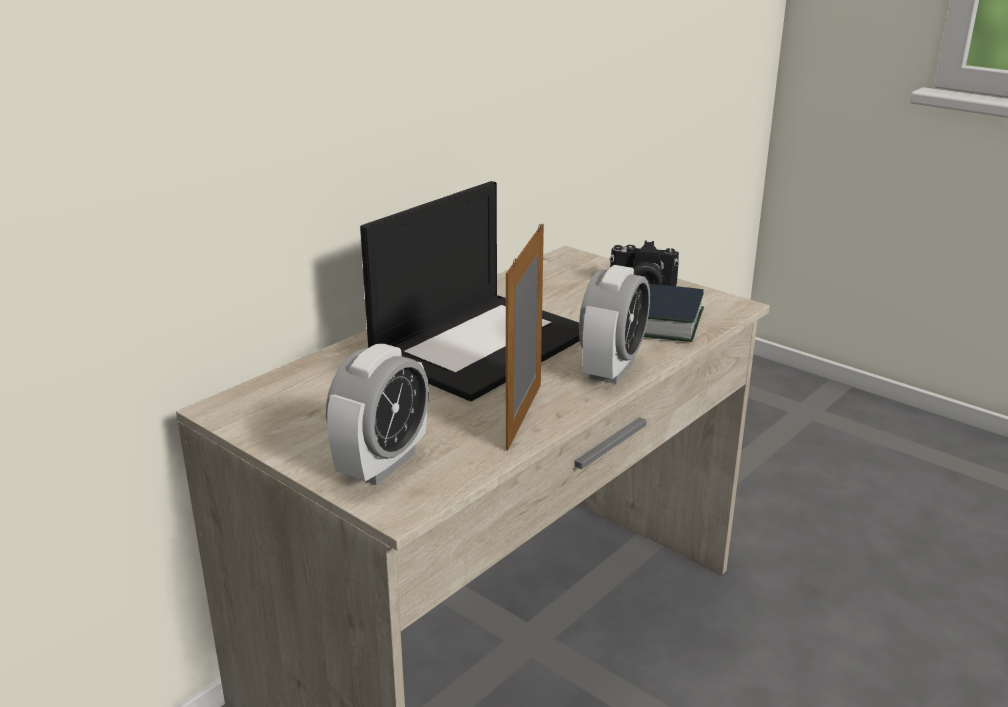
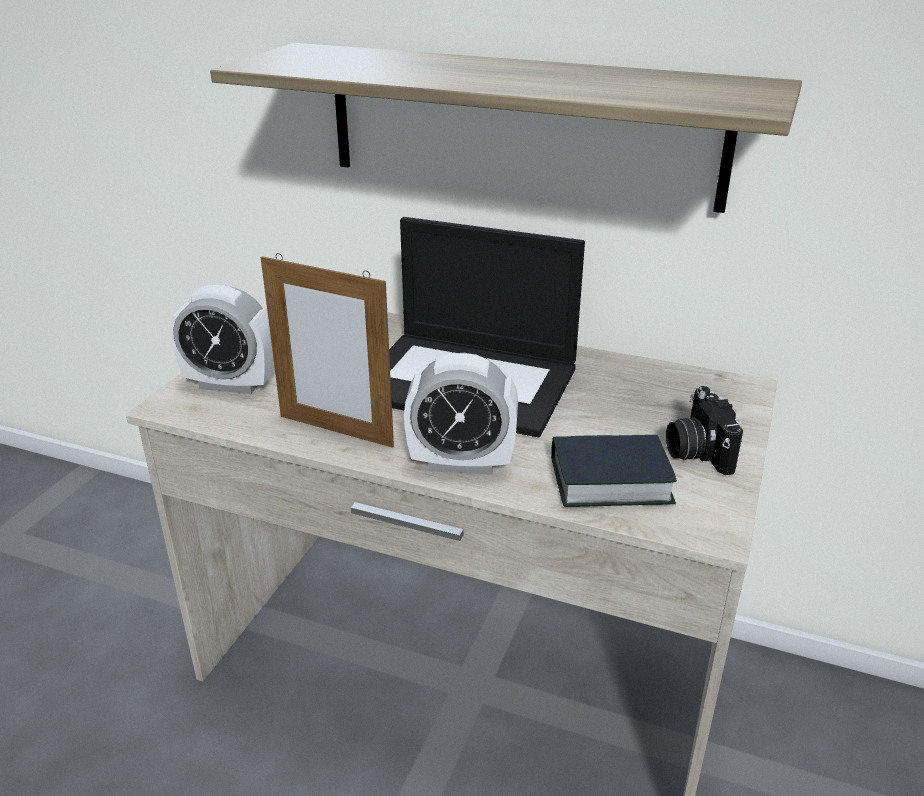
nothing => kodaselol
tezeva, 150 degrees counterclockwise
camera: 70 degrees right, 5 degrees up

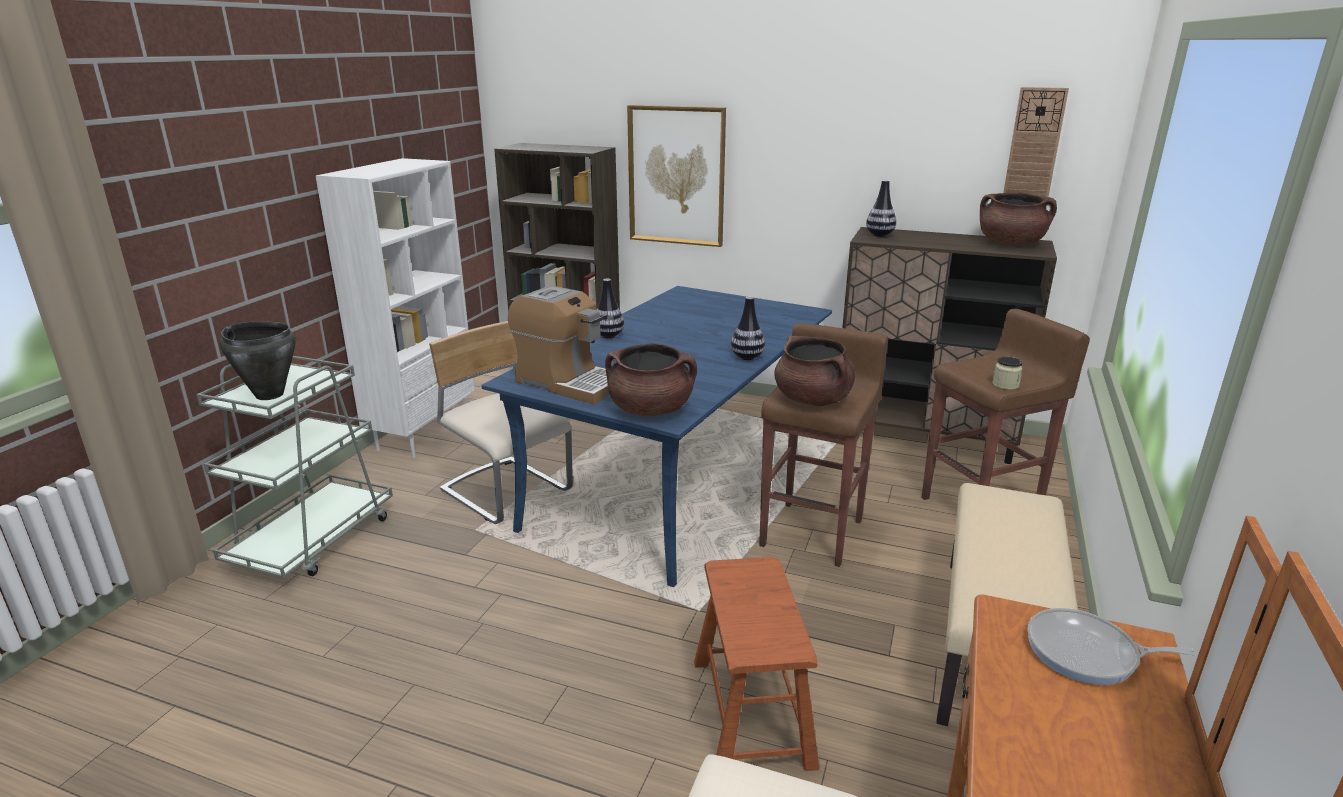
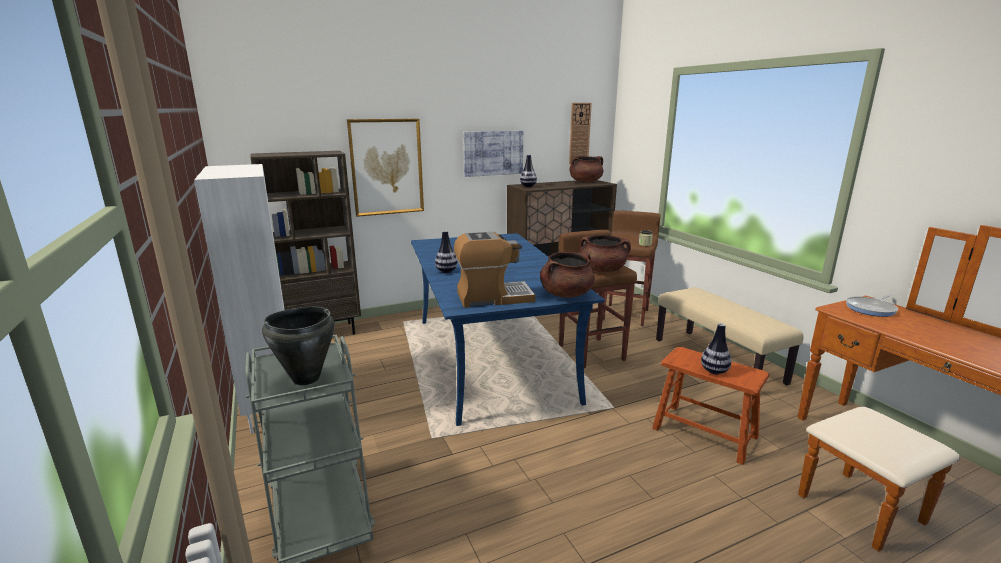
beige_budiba => nothing
nothing => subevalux (2nd from left)
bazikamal (2nd from left in the first image) => bazikamal (3rd from left), move
camera: 45 degrees left, 5 degrees down

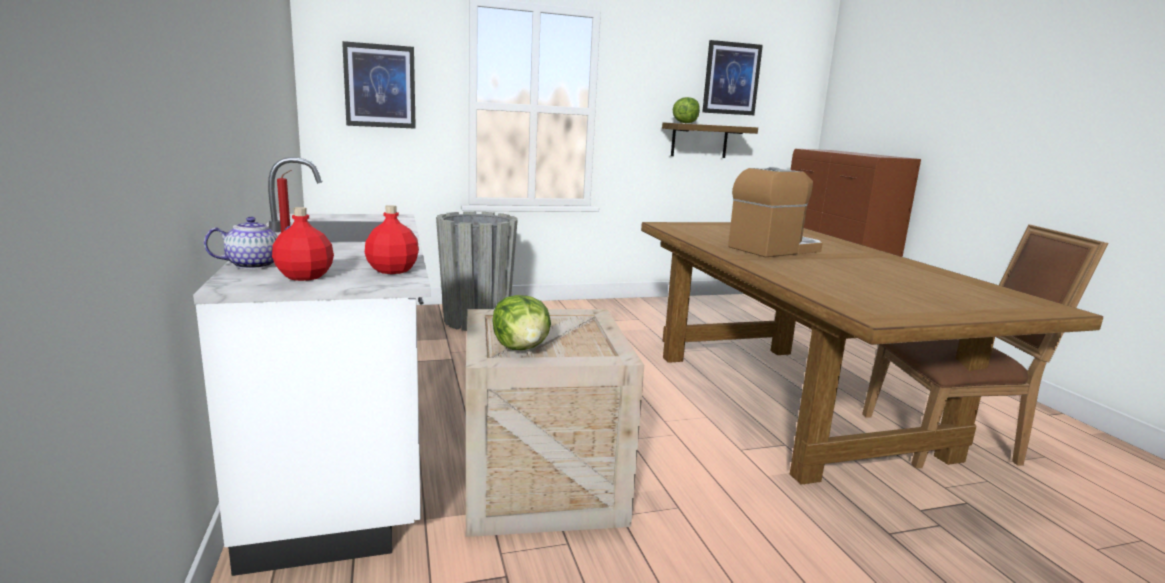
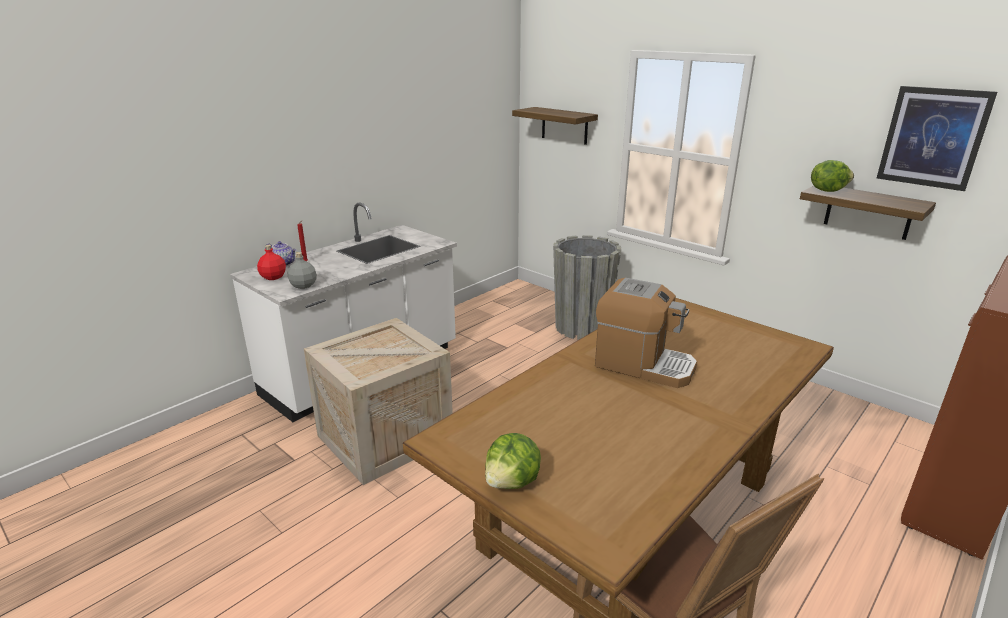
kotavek (1st from left), move
subevalux (1st from left) => kodaselol (1st from left)
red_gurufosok (2nd from left) => grey_gurufosok
camera: 60 degrees right, 10 degrees up

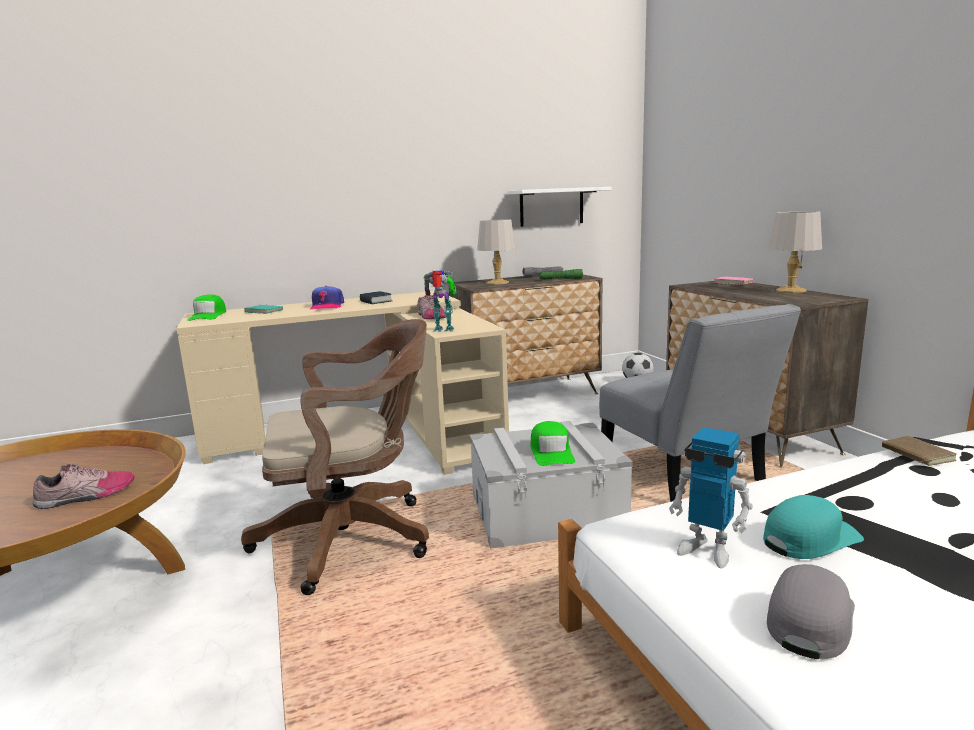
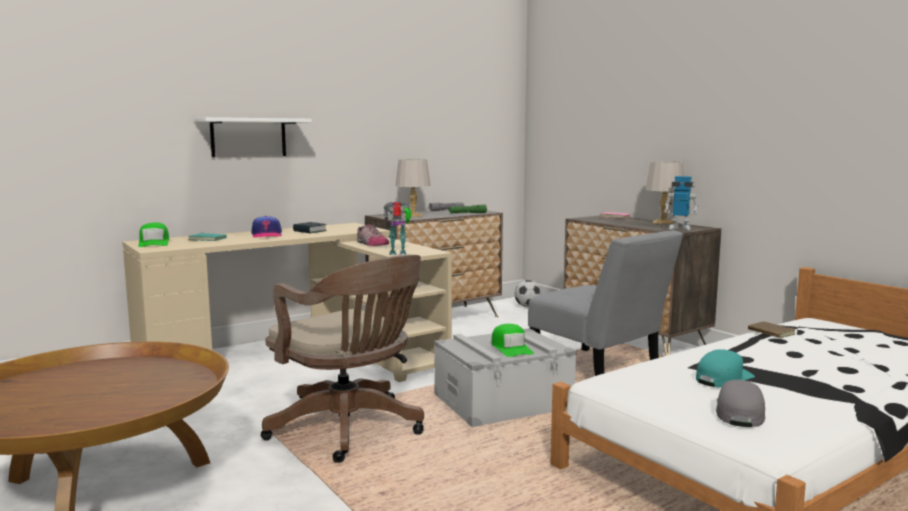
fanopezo (1st from left) => nothing
white_kodaselol, move
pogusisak (2nd from left), move
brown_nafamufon, 75 degrees clockwise
camera: 15 degrees left, 5 degrees down

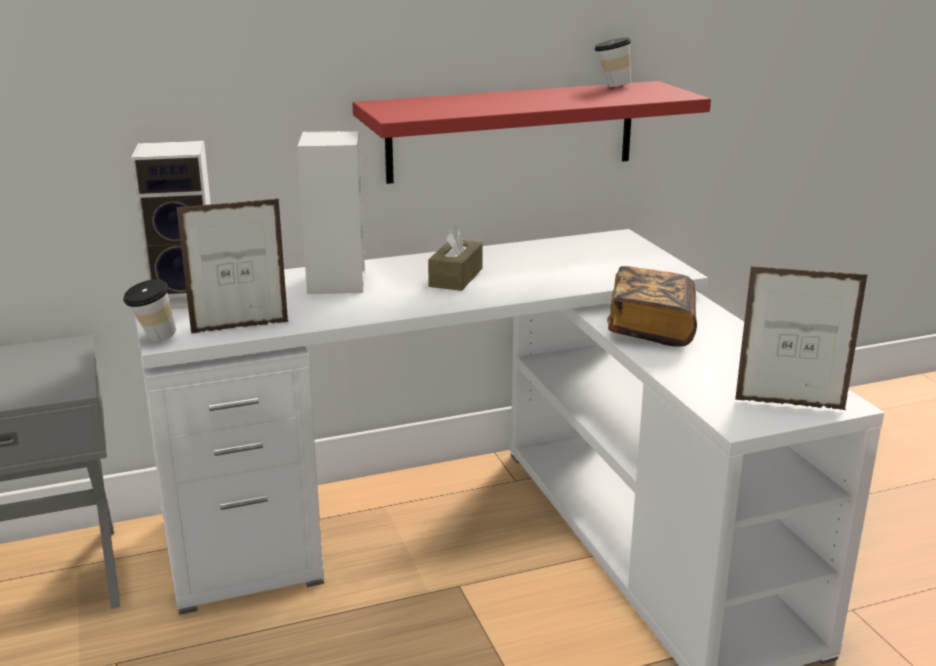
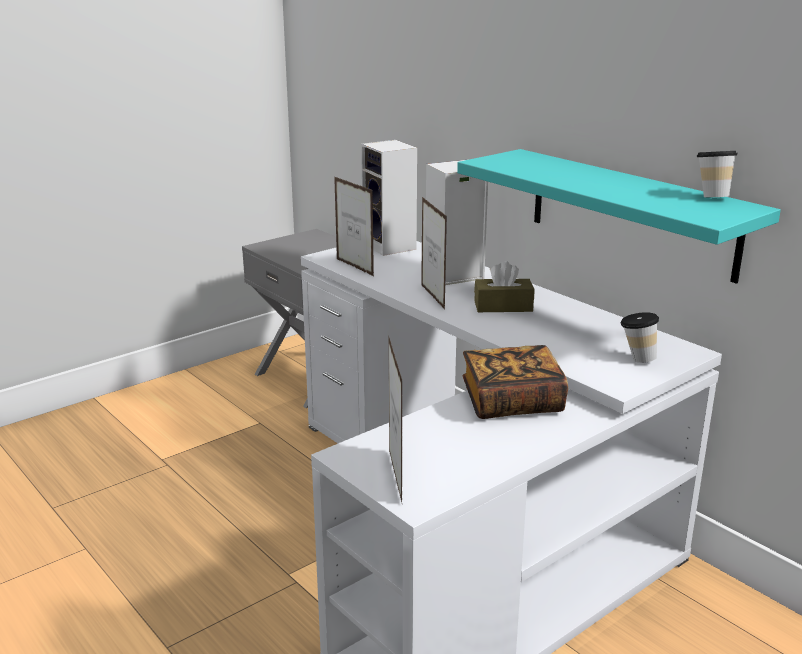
nothing => tezeva (3rd from left)
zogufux (1st from left), move
red_kodaselol => turquoise_kodaselol
camera: 70 degrees right, 0 degrees up

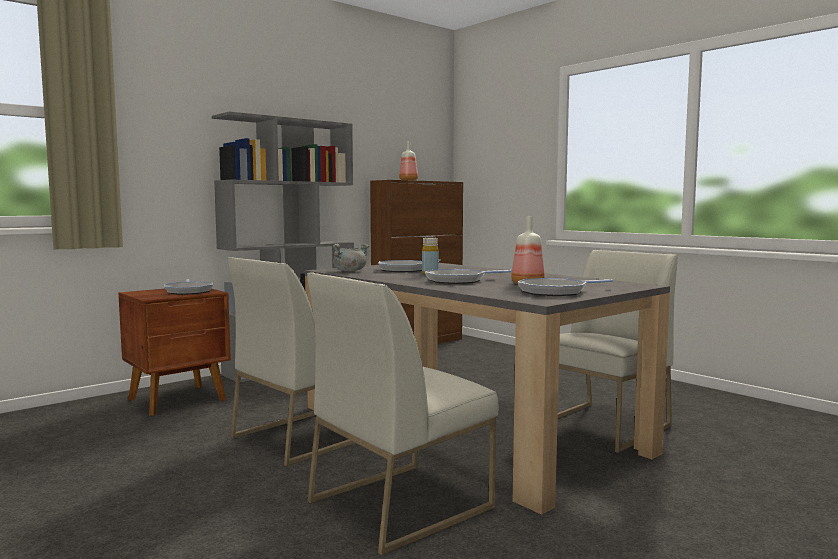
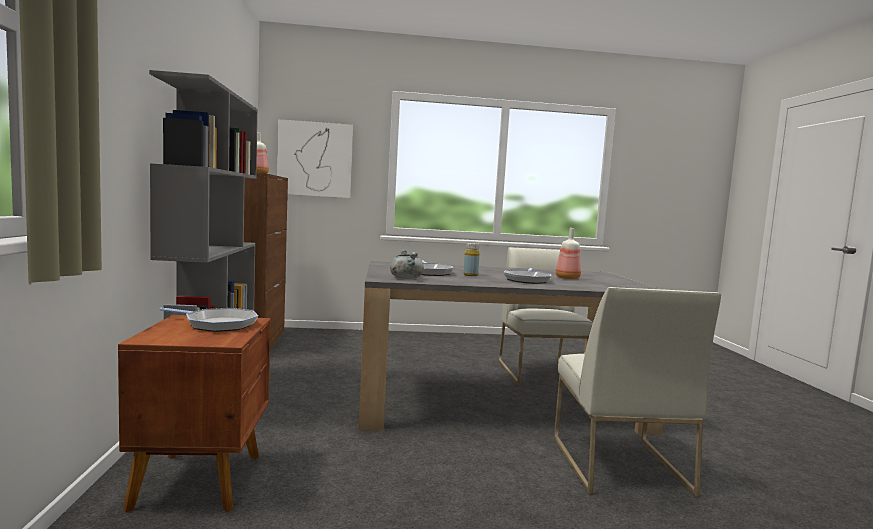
white_budiba (1st from left) => nothing
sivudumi (4th from left) => nothing
nothing => subevalux
camera: 55 degrees left, 0 degrees up

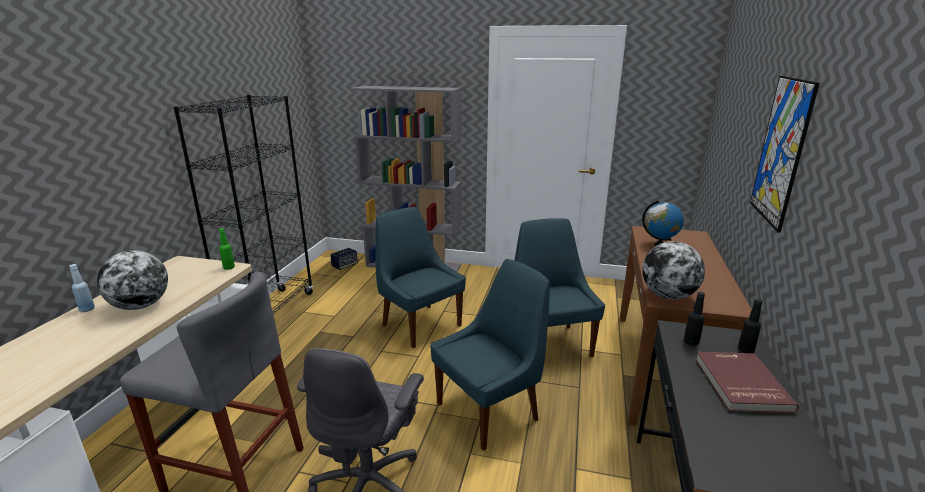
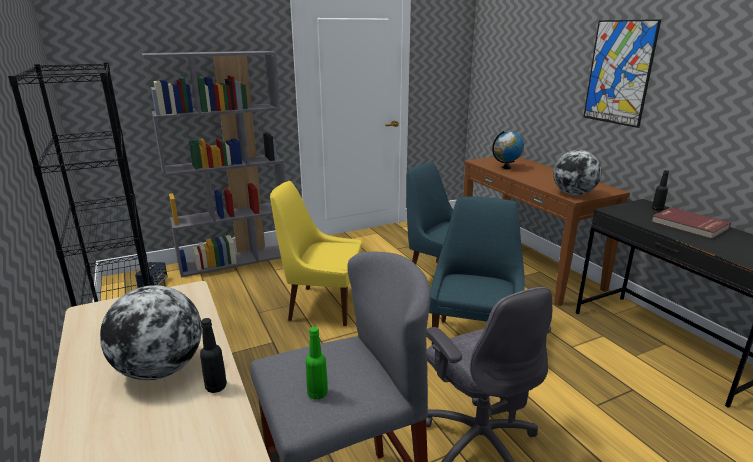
blue_gurufosok => nothing
green_gurufosok, move
black_gurufosok (1st from left), move
blue_budiba (1st from left) => yellow_budiba
camera: 40 degrees left, 0 degrees up

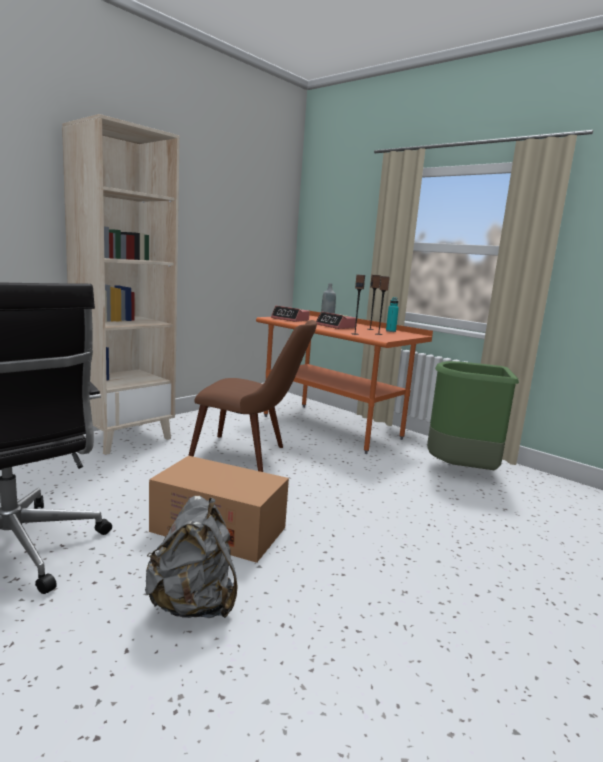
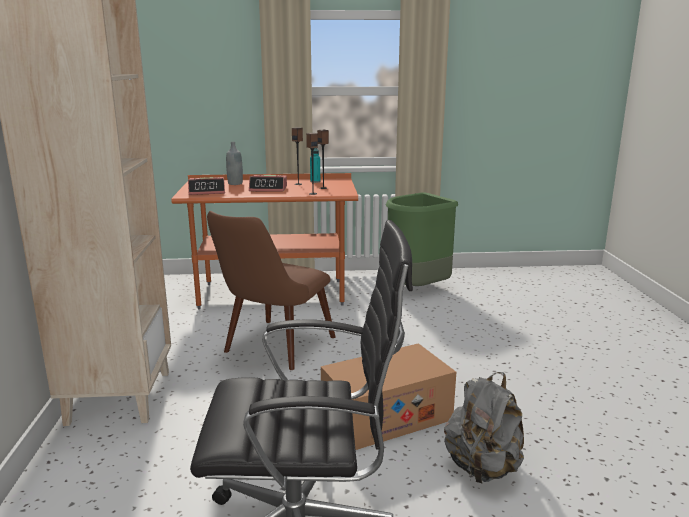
brown_budiba, 150 degrees clockwise
camera: 45 degrees left, 5 degrees up

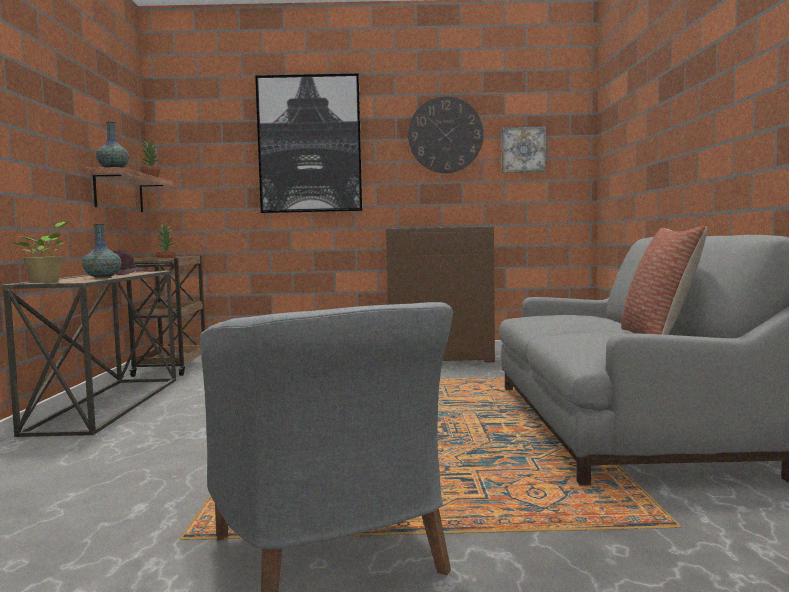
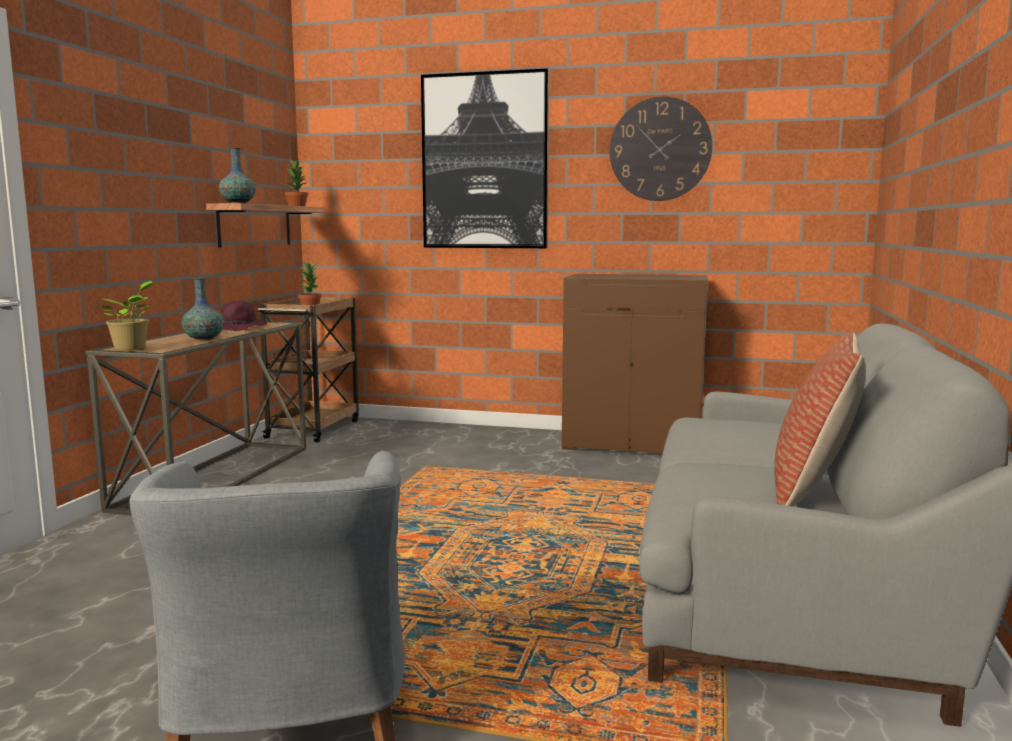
subevalux (2nd from left) => nothing
camera: 15 degrees right, 5 degrees up

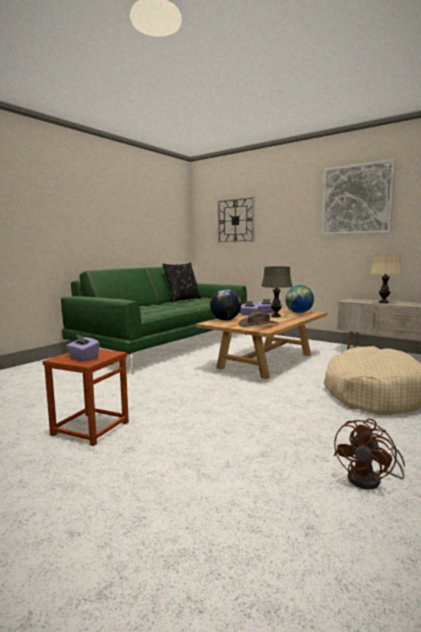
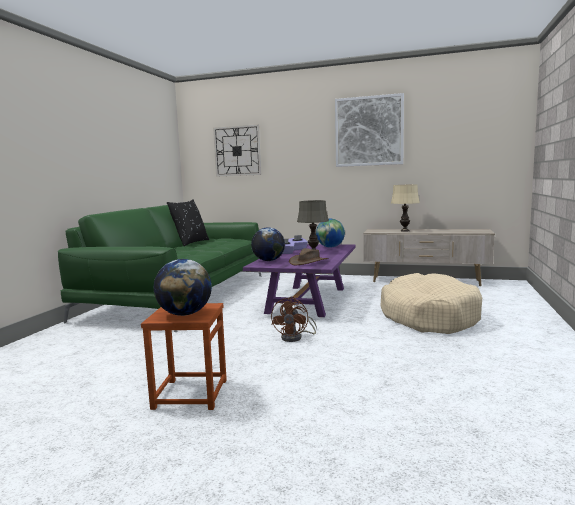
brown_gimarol, move
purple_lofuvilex (1st from left) => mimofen (1st from left)
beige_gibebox => purple_gibebox
camera: 20 degrees left, 0 degrees up

